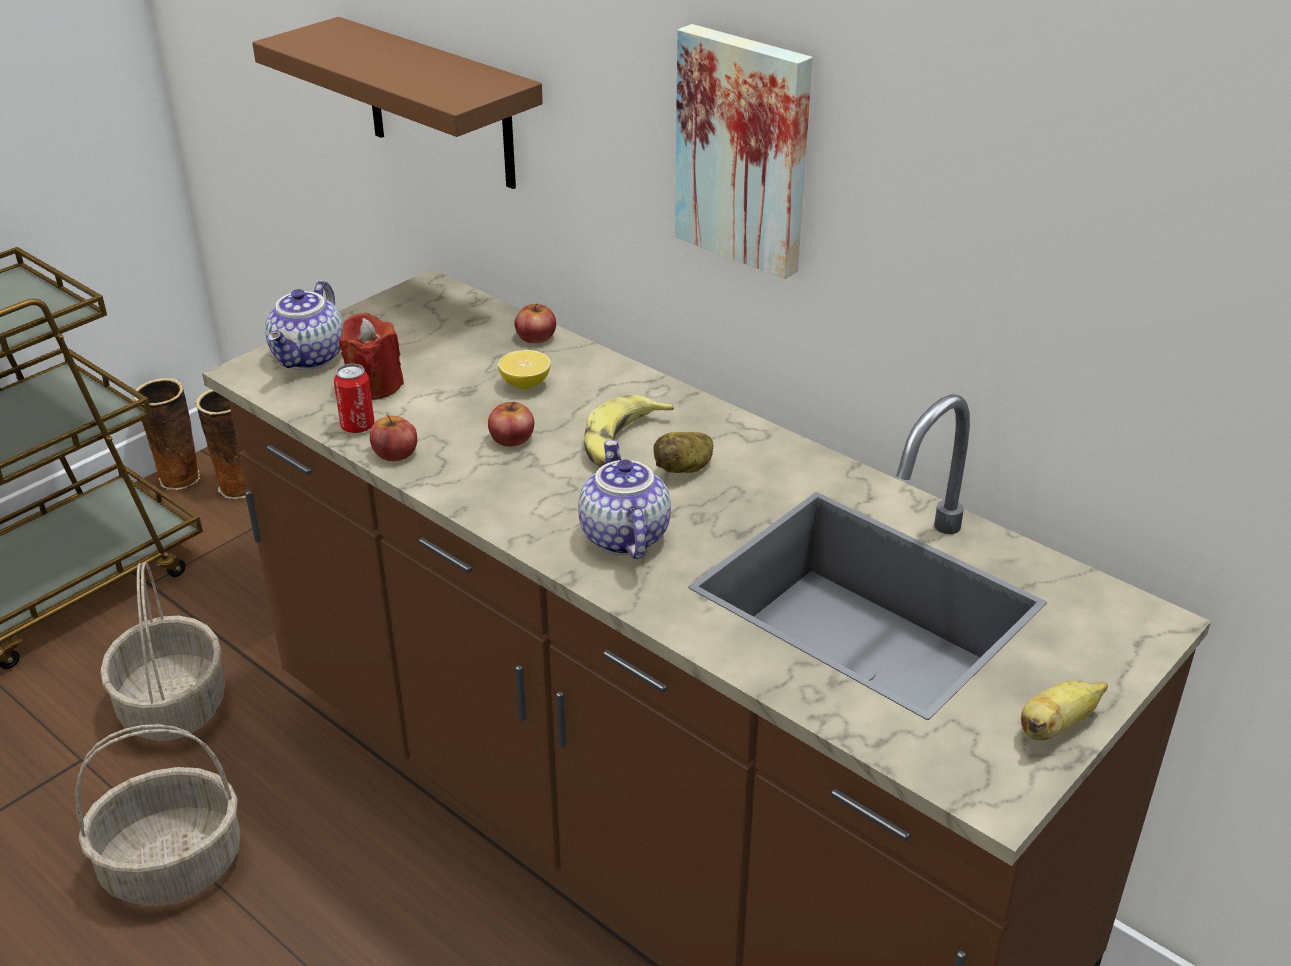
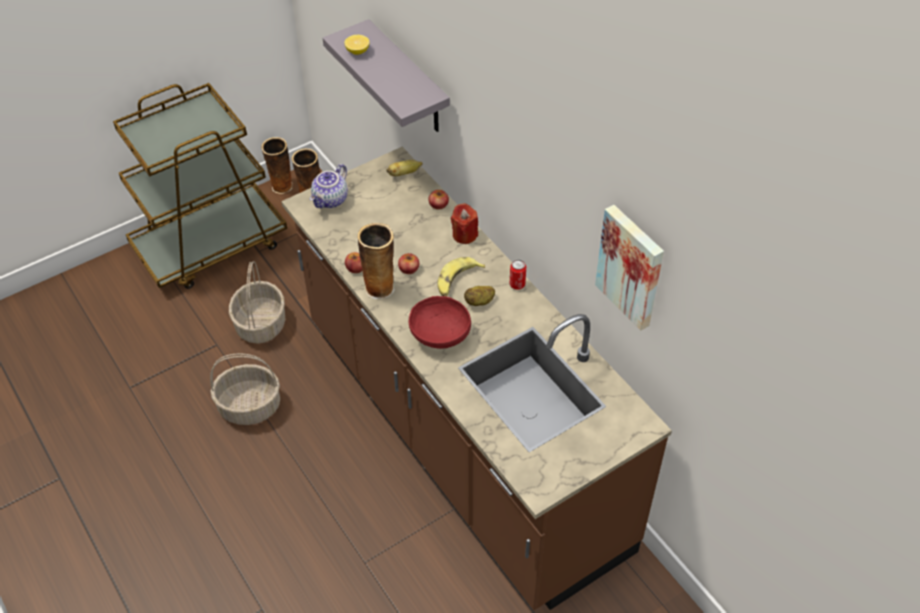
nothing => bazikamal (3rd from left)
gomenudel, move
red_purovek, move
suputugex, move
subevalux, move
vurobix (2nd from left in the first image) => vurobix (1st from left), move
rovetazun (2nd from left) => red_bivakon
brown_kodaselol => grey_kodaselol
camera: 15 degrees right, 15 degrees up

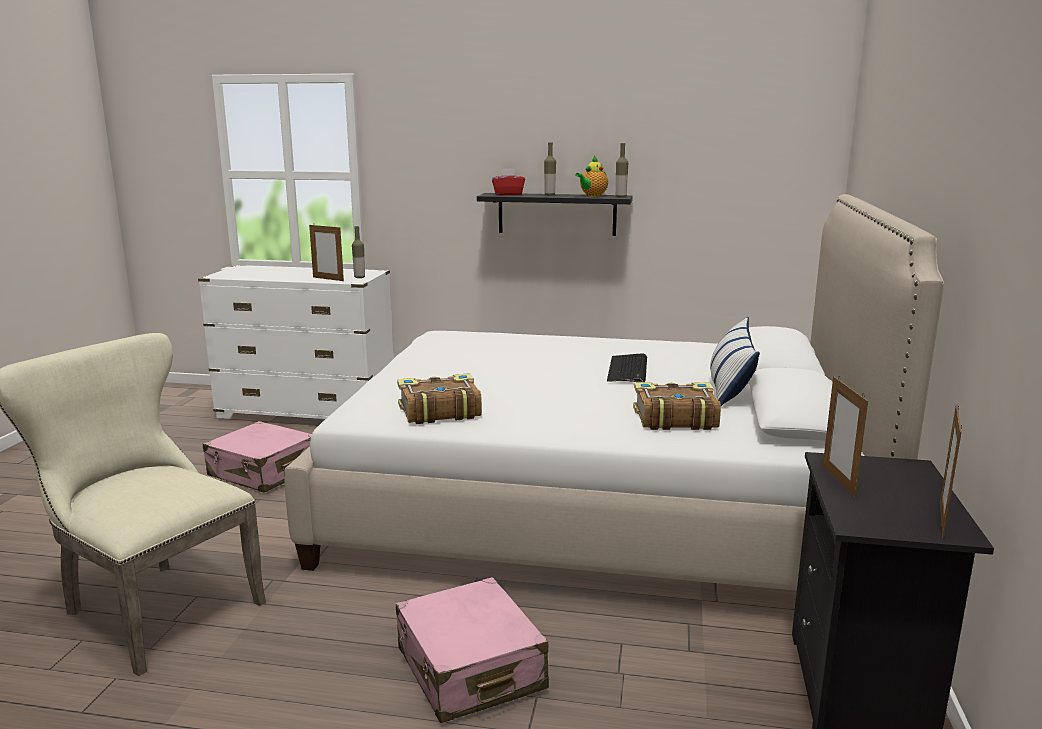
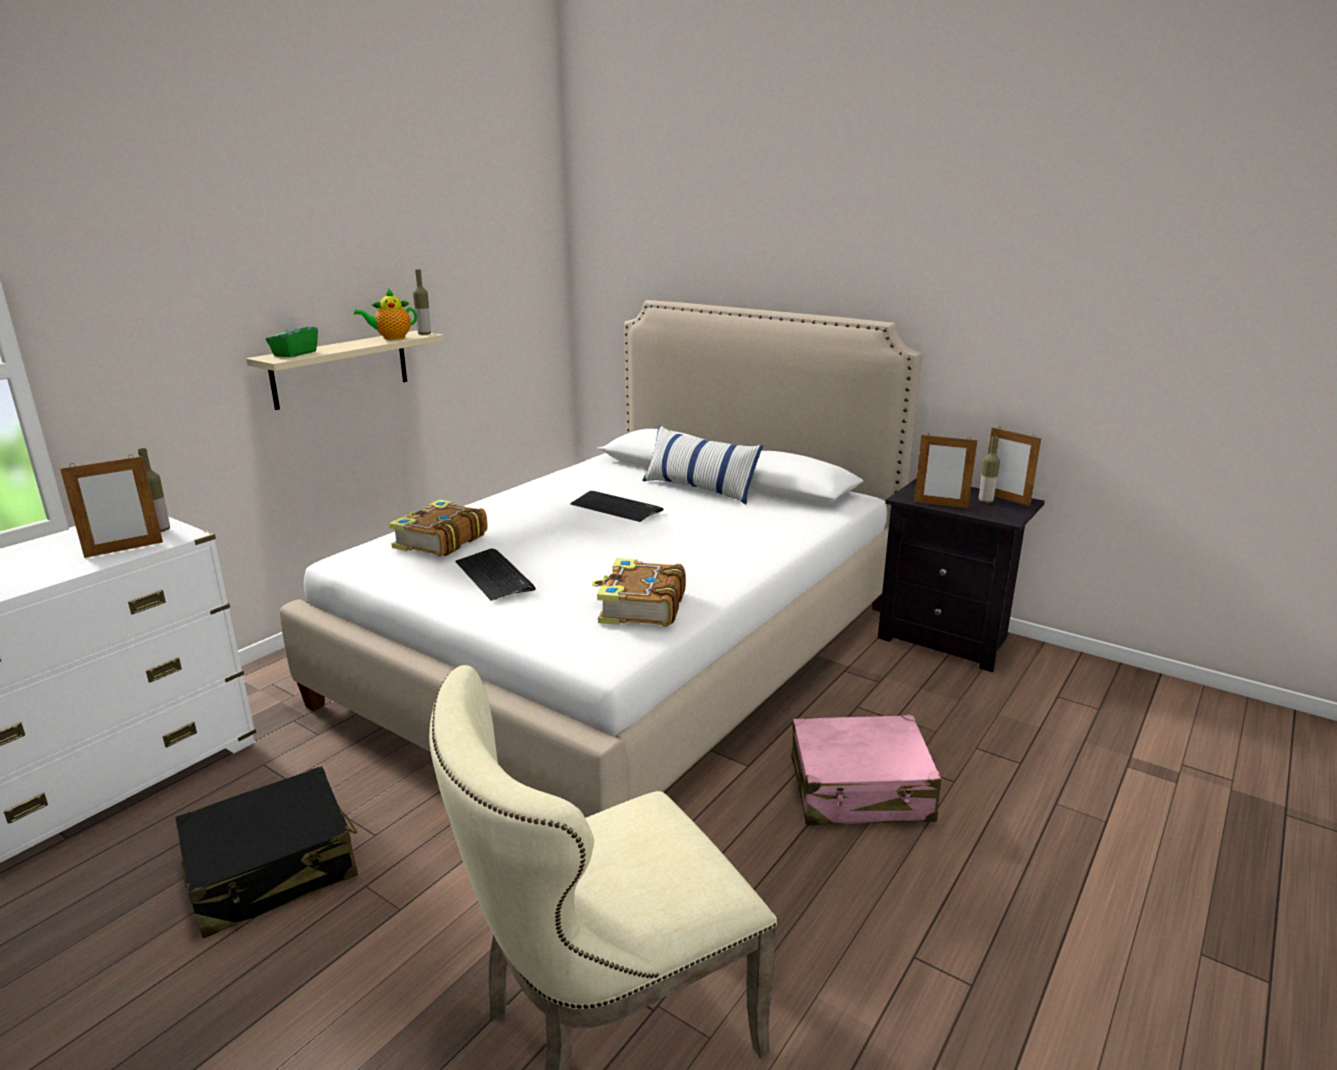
nothing => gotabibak (1st from left)
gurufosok (2nd from left in the first image) => gurufosok (3rd from left), move
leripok (2nd from left in the first image) => leripok (1st from left), move
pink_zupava (1st from left) => black_zupava
black_kodaselol => beige_kodaselol
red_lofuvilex => green_lofuvilex
rovetazun, 90 degrees clockwise
camera: 65 degrees left, 5 degrees up

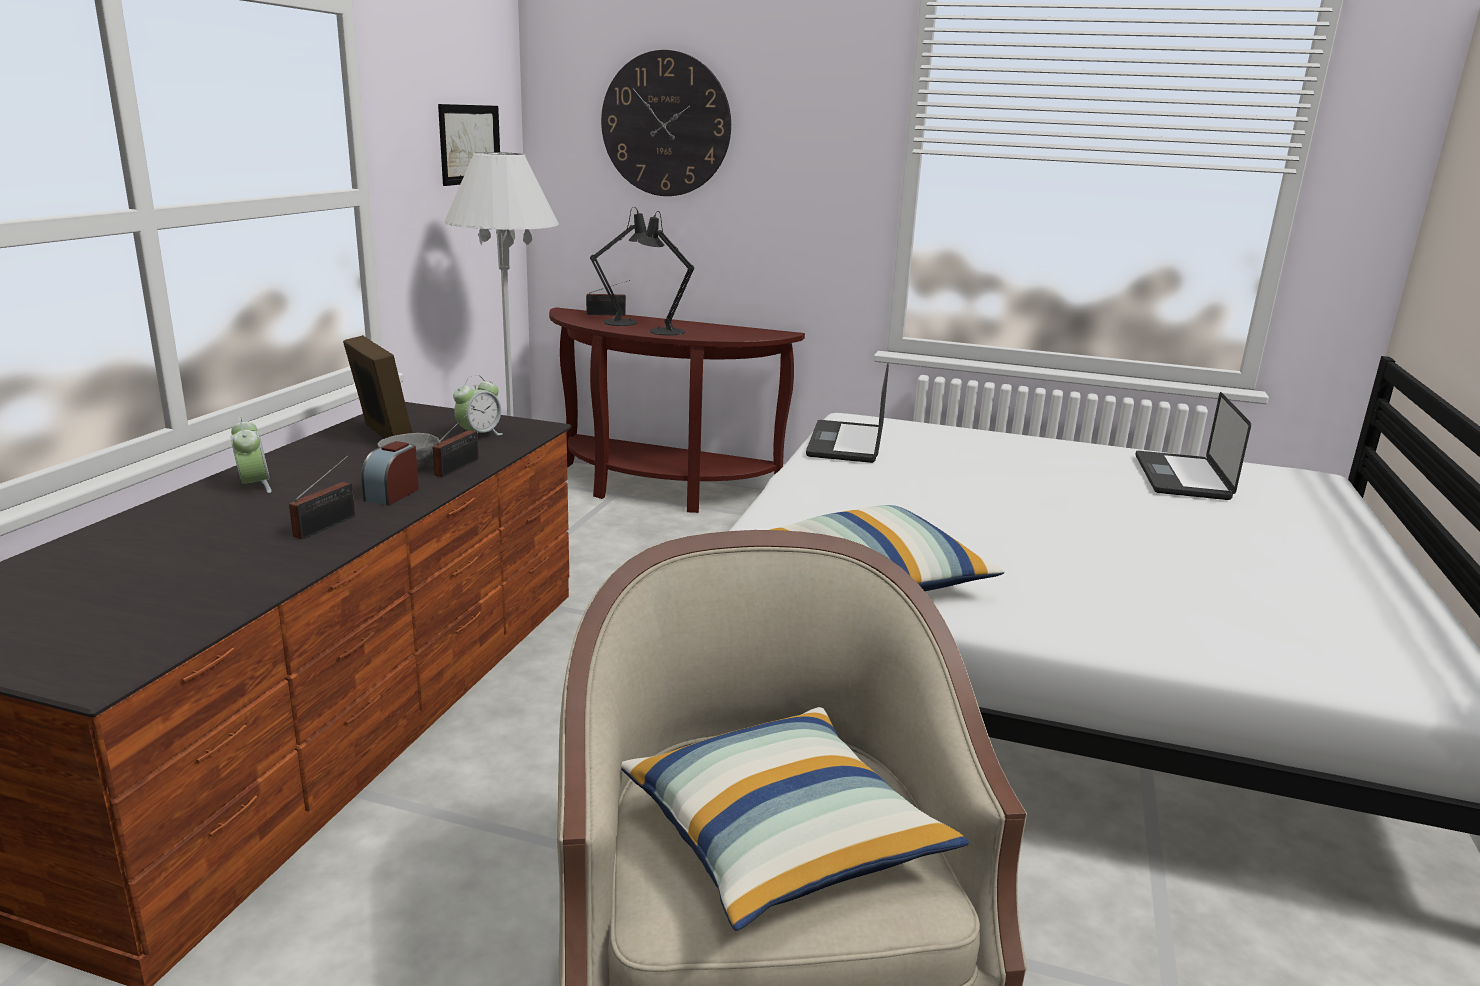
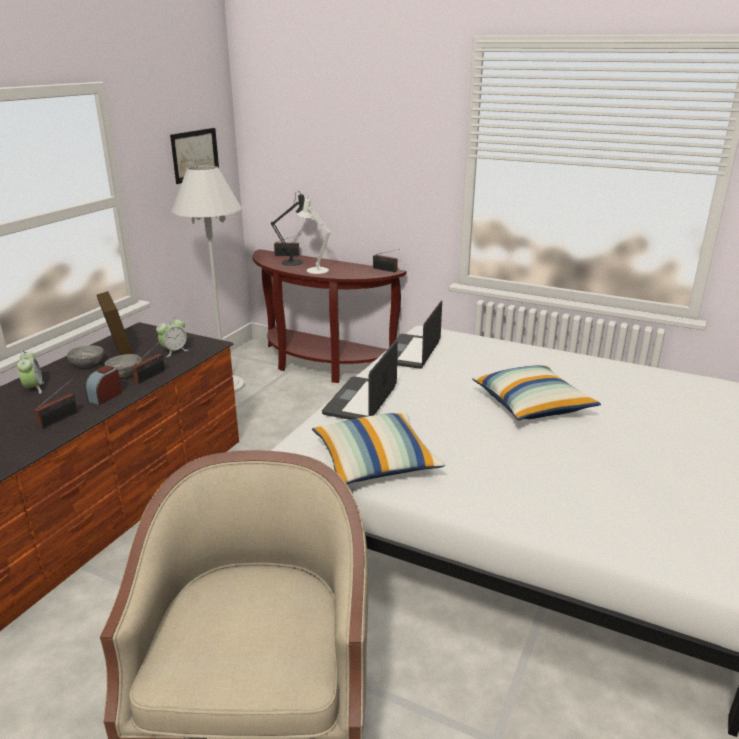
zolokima => nothing
nothing => grey_bivakon (1st from left)
nothing => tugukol (4th from left)
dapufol (1st from left in the first image) => dapufol (2nd from left), move
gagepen (2nd from left in the first image) => gagepen (1st from left), move
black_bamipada (2nd from left) => white_bamipada
camera: 10 degrees right, 5 degrees up

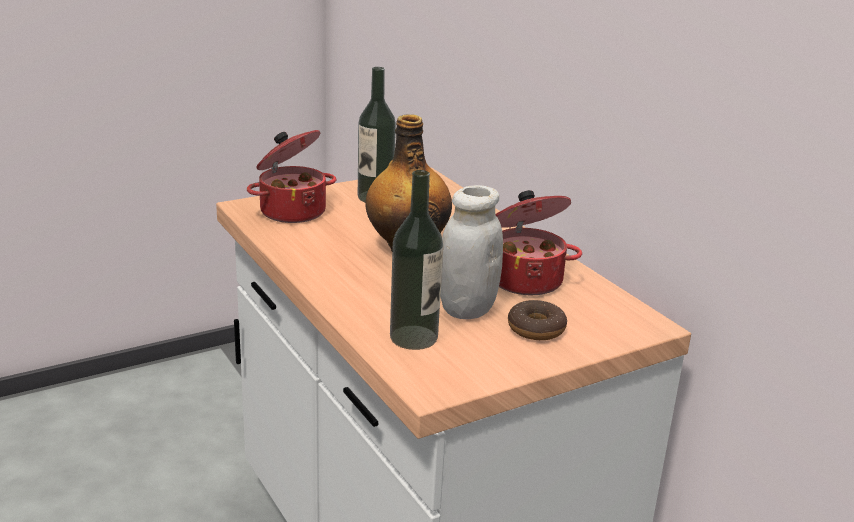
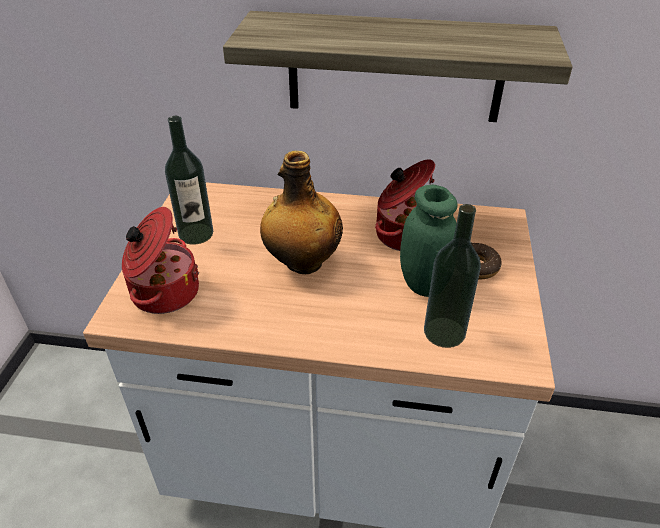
nothing => kodaselol
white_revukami => green_revukami
camera: 50 degrees left, 15 degrees up

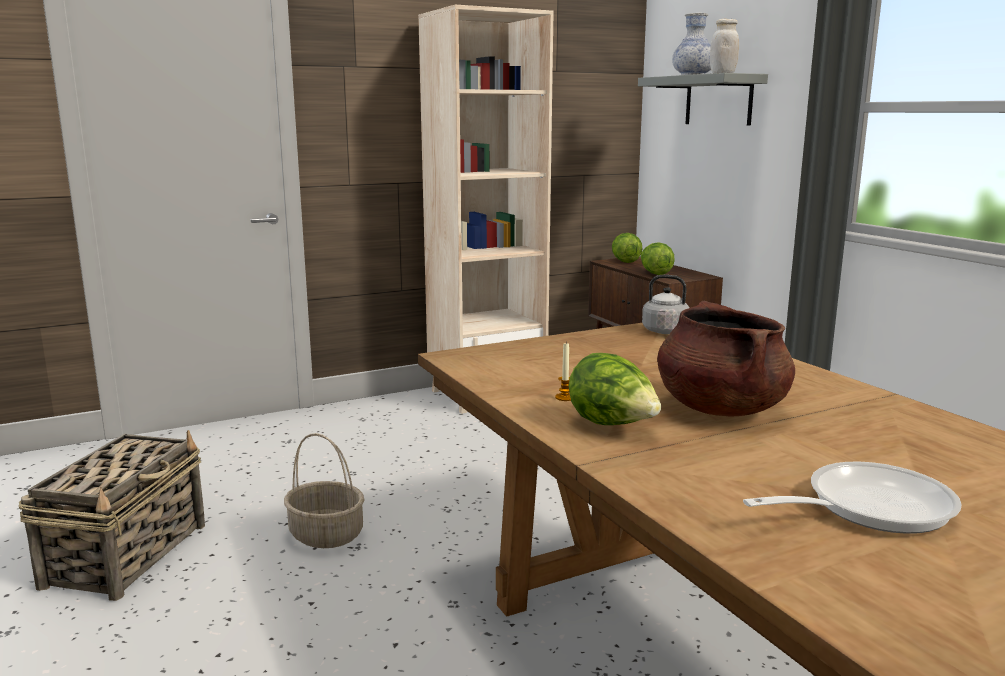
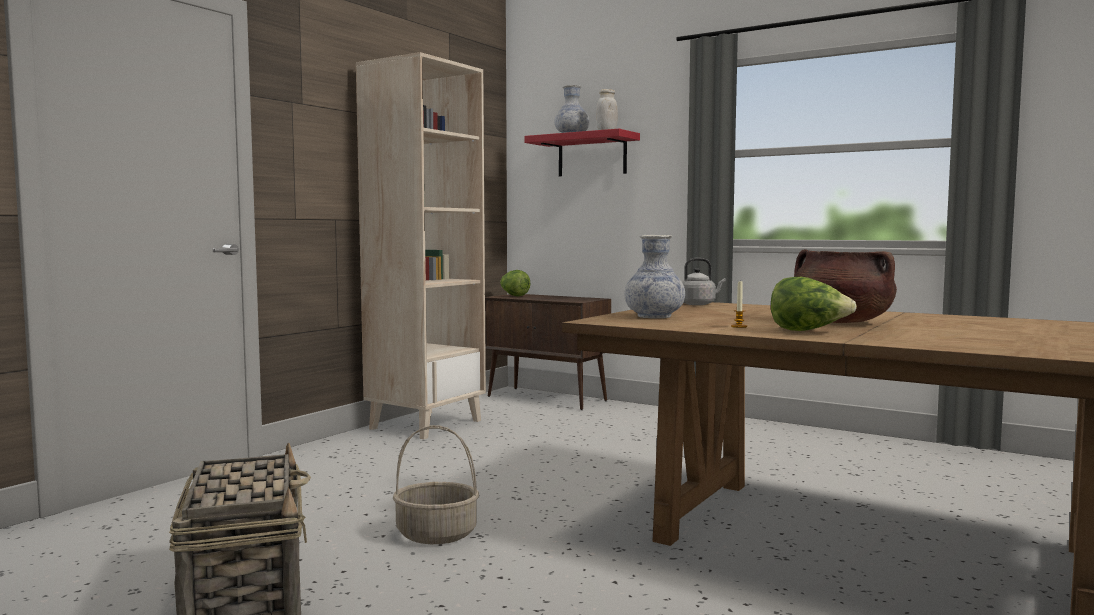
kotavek (3rd from left) => nothing
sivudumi => nothing
nothing => bazikamal (2nd from left)
grey_kodaselol => red_kodaselol
camera: 30 degrees left, 10 degrees down

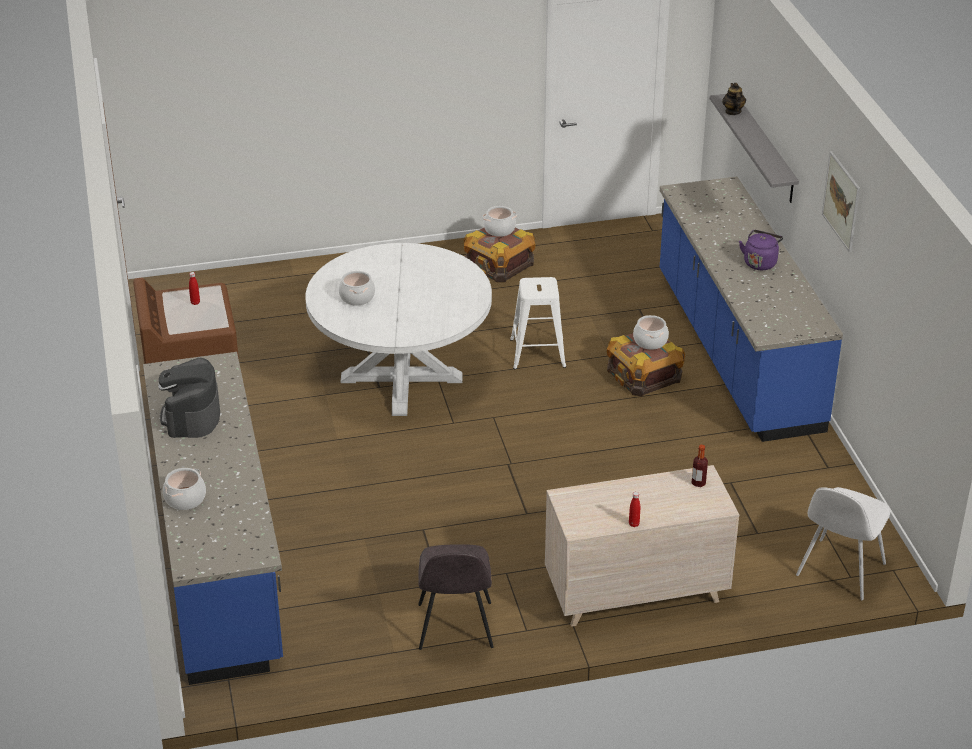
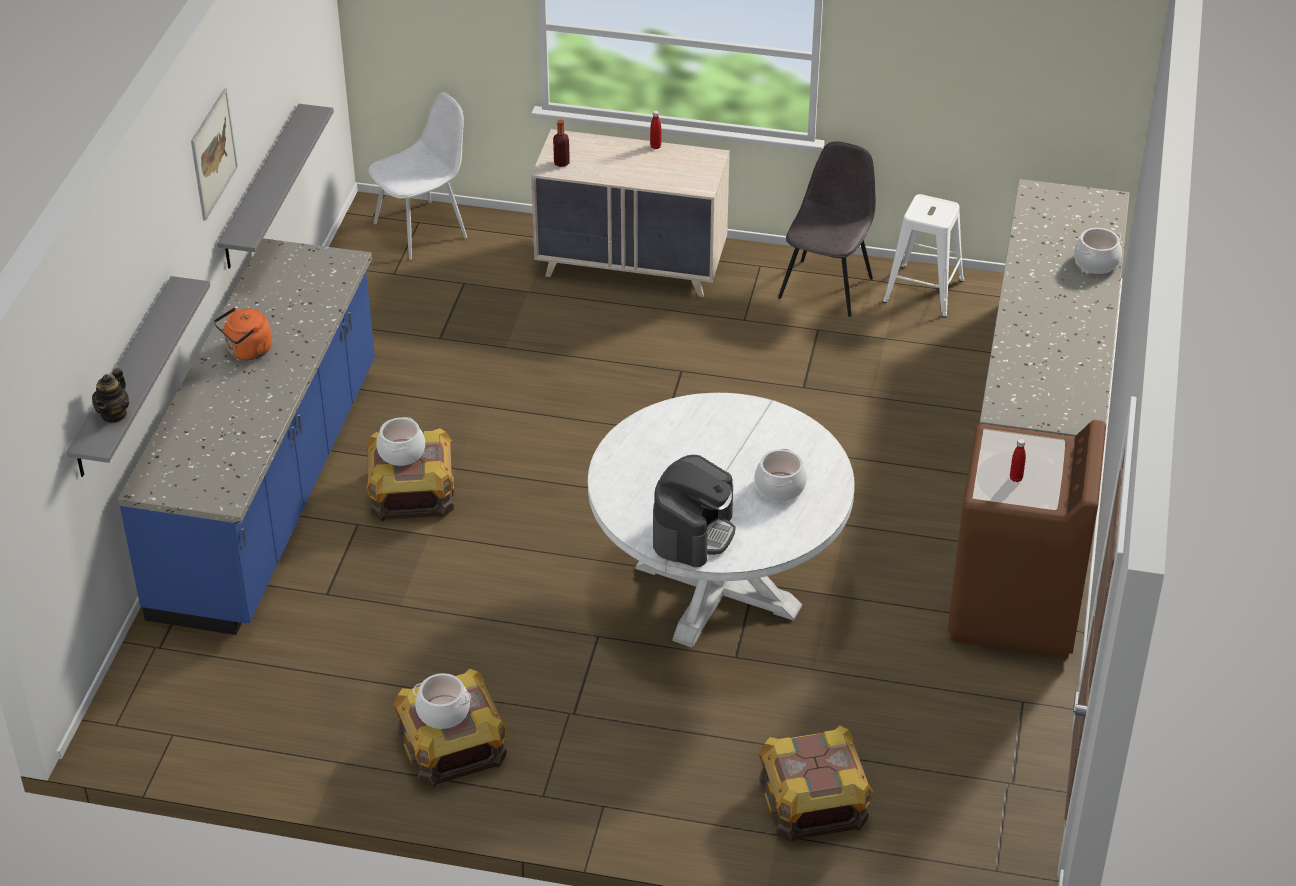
nothing => grey_kodaselol (2nd from left)
nothing => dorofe (3rd from left)
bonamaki, move
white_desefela, move
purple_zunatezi => orange_zunatezi
camera: 155 degrees left, 5 degrees up

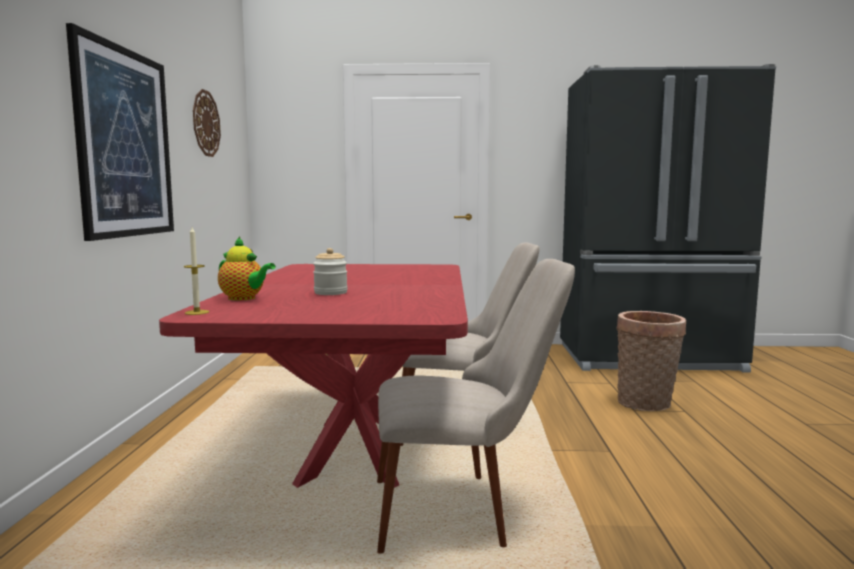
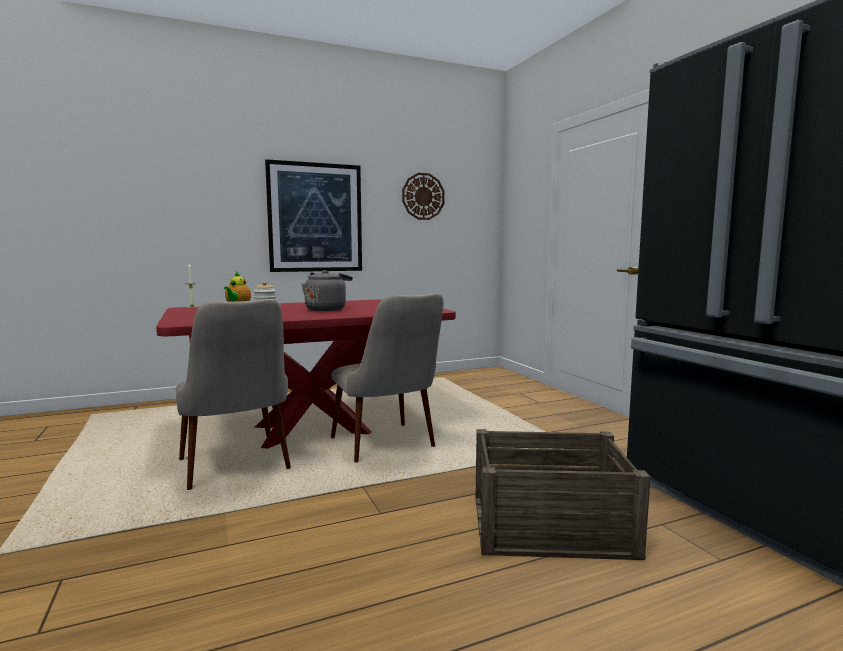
nothing => grey_zunatezi
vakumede => dorofe
camera: 65 degrees right, 0 degrees up

